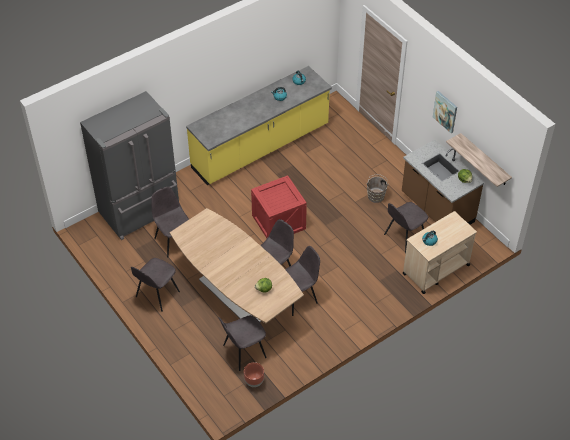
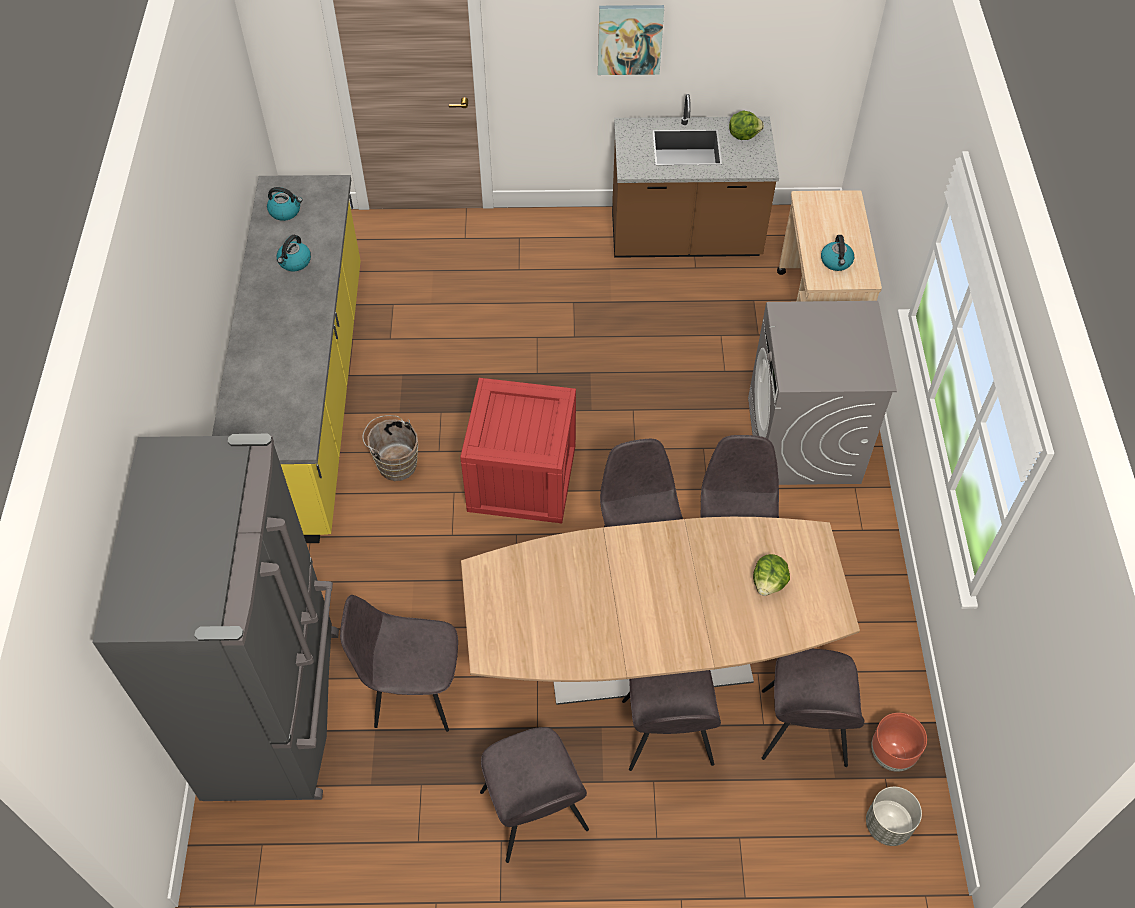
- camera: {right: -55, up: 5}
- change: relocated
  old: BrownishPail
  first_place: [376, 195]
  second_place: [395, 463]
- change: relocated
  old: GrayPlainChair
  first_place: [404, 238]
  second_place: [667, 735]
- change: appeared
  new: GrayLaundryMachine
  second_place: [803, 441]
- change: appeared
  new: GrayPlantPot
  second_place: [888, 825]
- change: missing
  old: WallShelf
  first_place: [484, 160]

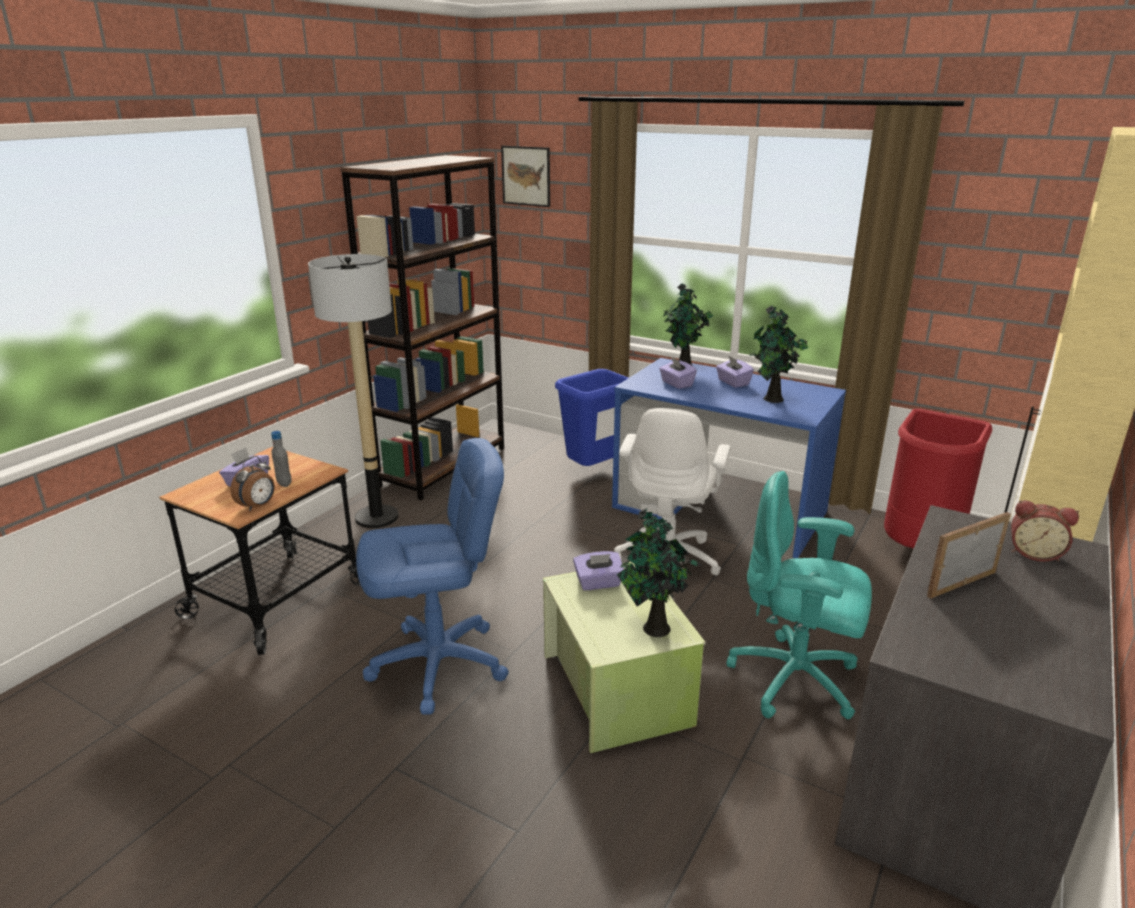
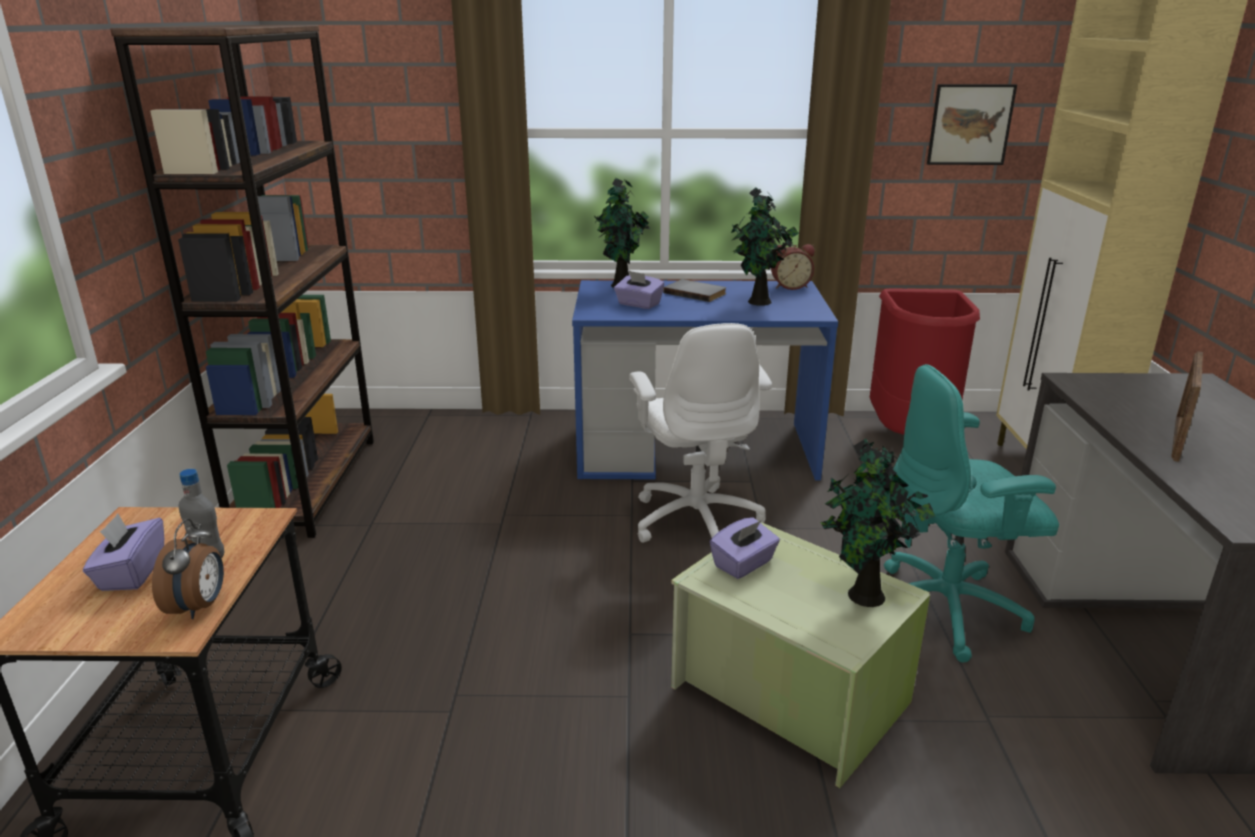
- camera: {right: -30, up: 0}
- change: exchanged
  old: PurplishTissueBox
  new: GrayBook
  first_place: [733, 382]
  second_place: [696, 293]
- change: relocated
  old: TableClock
  first_place: [1034, 553]
  second_place: [790, 286]
- change: relocated
  old: WallArt
  first_place: [526, 176]
  second_place: [970, 125]
- change: missing
  old: FloorLamp
  first_place: [377, 517]
- change: missing
  old: BlueColouredDeskChair
  first_place: [438, 664]
- change: missing
  old: BlueColouredTrashCan
  first_place: [592, 472]

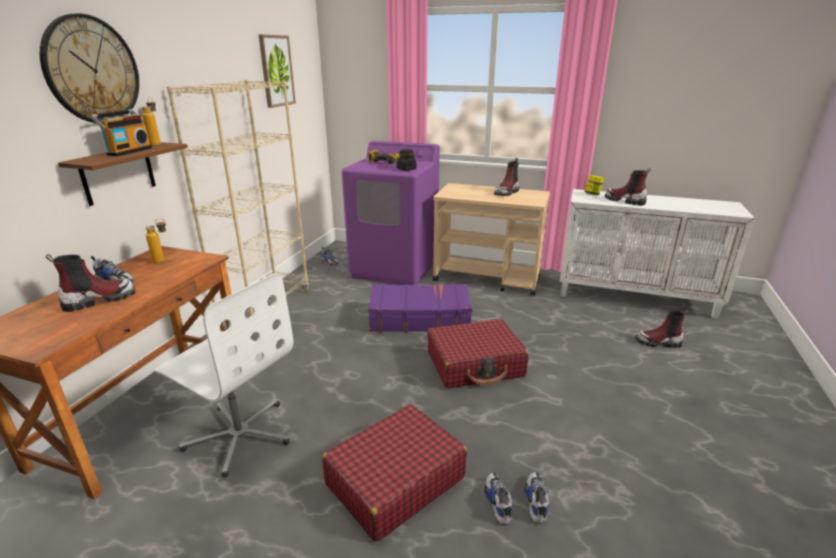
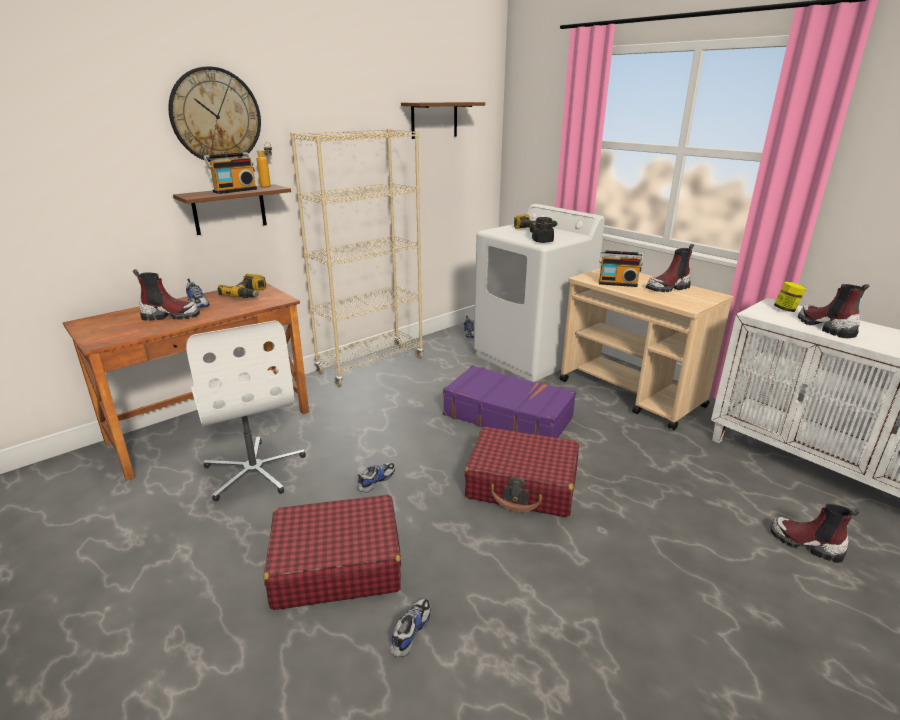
- camera: {right: 30, up: 0}
- change: exchanged
  old: BeverageBottle
  new: Drill
  first_place: [163, 261]
  second_place: [248, 294]
- change: relocated
  old: ItemOfFootwear
  first_place: [535, 501]
  second_place: [376, 480]
- change: exchanged
  old: WallArt
  new: BrownishWallShelf
  first_place: [276, 71]
  second_place: [434, 120]
- change: colour
  old: PurplishLaundryMachine
  new: WhiteColouredLaundryMachine
  first_place: [395, 268]
  second_place: [531, 356]
- change: appeared
  new: RadioSet
  second_place: [617, 283]

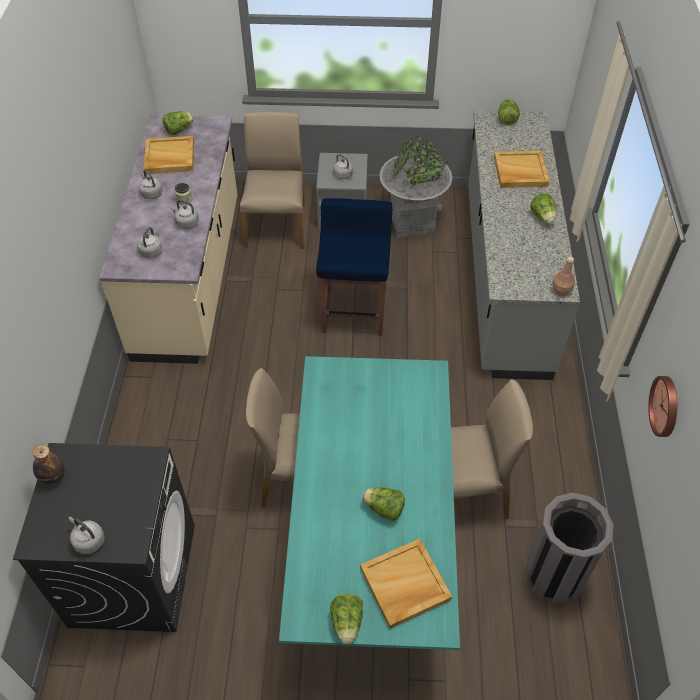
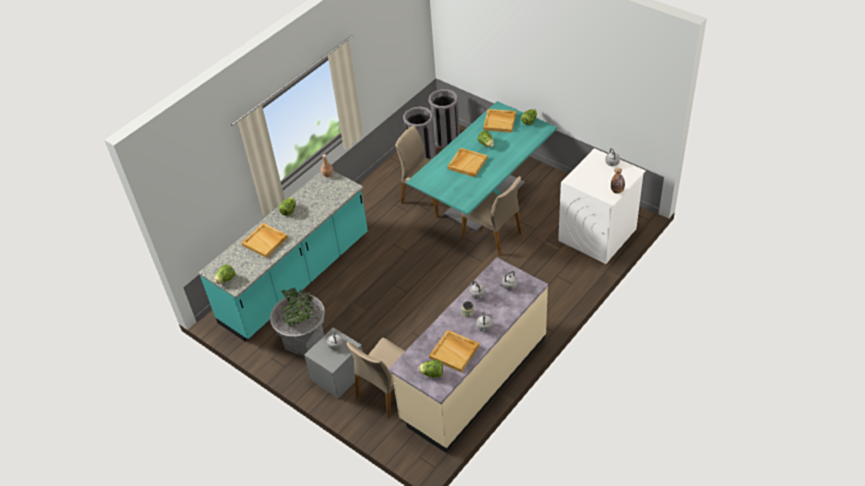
- camera: {right: -140, up: -5}
- change: colour
  old: GrayKitchenBaseUnit
  new: TurquoiseKitchenBaseUnit
  first_place: [504, 278]
  second_place: [296, 279]
- change: appeared
  new: GrayTrashCan
  second_place: [446, 139]
- change: appeared
  new: SandColouredCarryingTray
  second_place: [467, 163]
- change: colour
  old: BlackLaundryMachine
  new: WhiteColouredLaundryMachine
  first_place: [133, 573]
  second_place: [597, 235]
- change: missing
  old: BlueColouredStoolSeat
  first_place: [354, 311]
- change: missing
  old: HangingClock
  first_place: [666, 406]

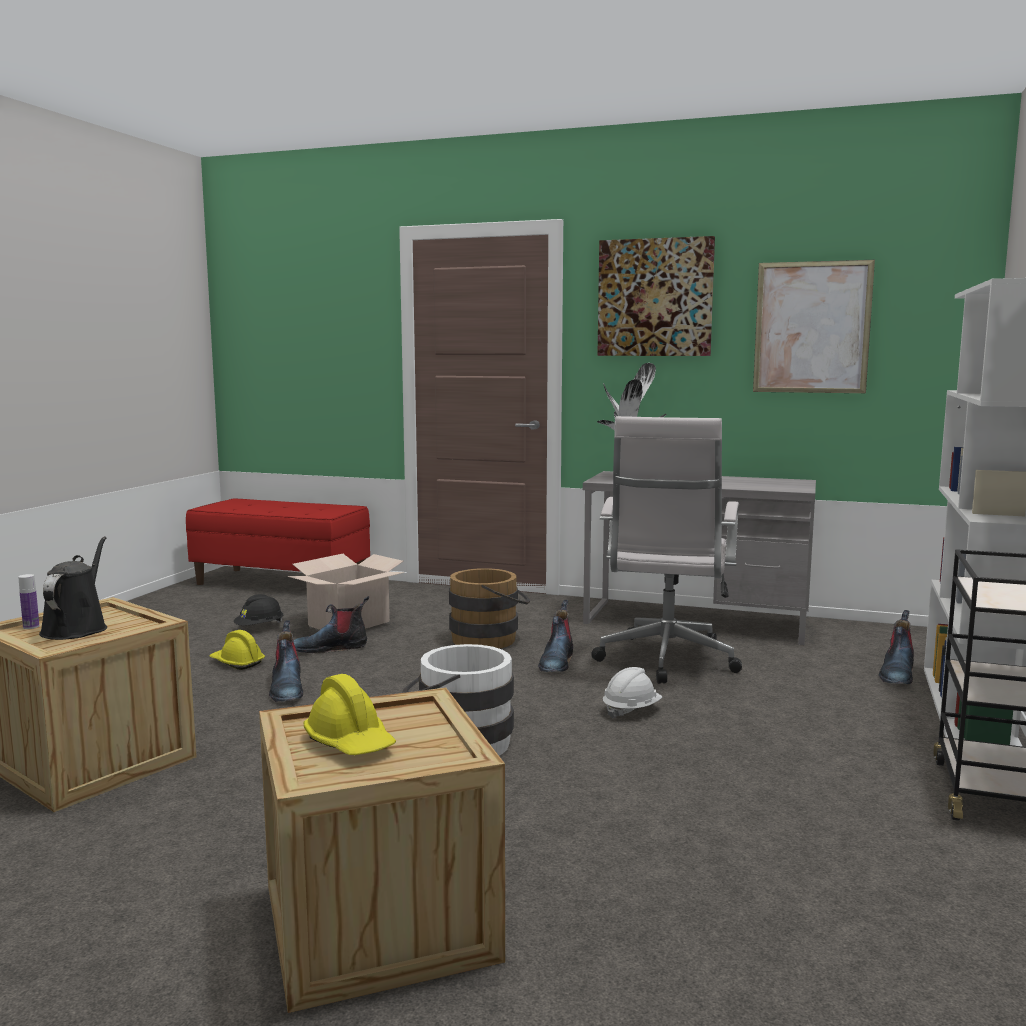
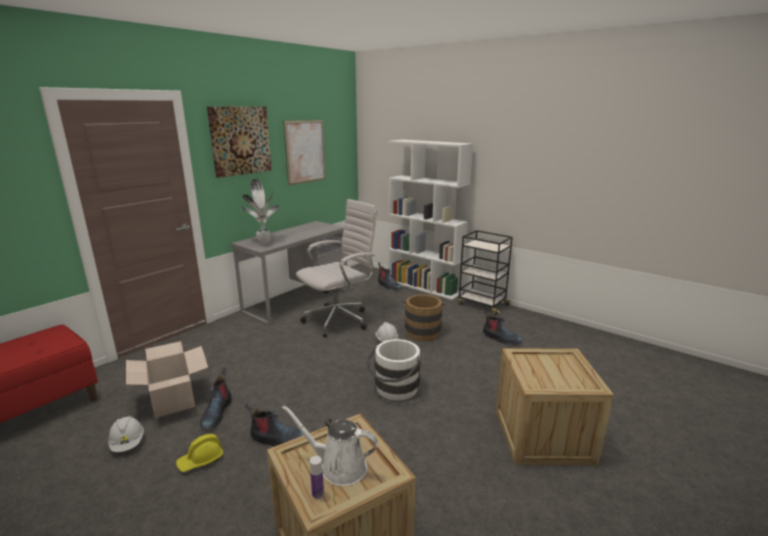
- camera: {right: -70, up: 10}
- change: colour
  old: BlackSafetyHelmet
  new: WhiteColouredSafetyHelmet
  first_place: [259, 628]
  second_place: [128, 443]
- change: colour
  old: BlackWateringPot
  new: WhiteColouredWateringPot
  first_place: [77, 628]
  second_place: [339, 466]
- change: spun
  old: WhiteColouredDeskChair
  first_place: [666, 661]
  second_place: [339, 320]
  degrees: -75
- change: relocated
  old: BrownishPail
  first_place: [490, 639]
  second_place: [422, 331]
- change: relocated
  old: TallBoot
  first_place: [556, 662]
  second_place: [500, 338]
- change: missing
  old: YellowishSafetyHelmet
  first_place: [350, 742]

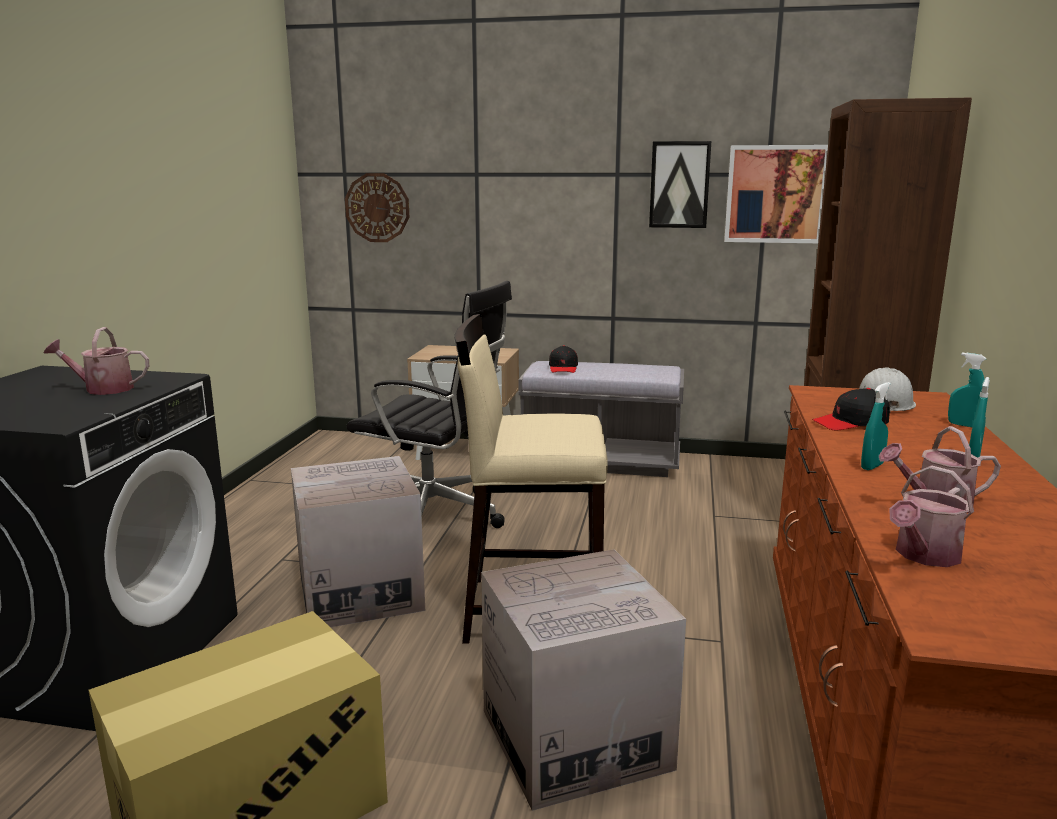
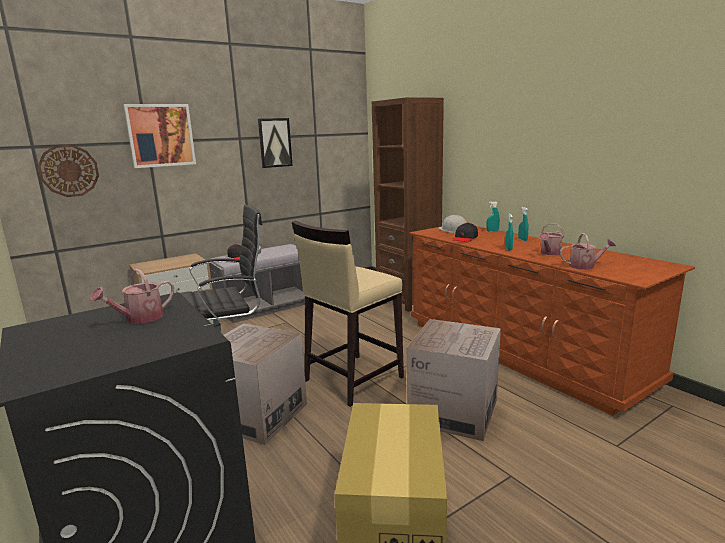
- camera: {right: -45, up: 0}
- change: relocated
  old: WallArt
  first_place: [775, 194]
  second_place: [160, 135]
- change: spun
  old: WateringPot
  first_place: [924, 556]
  second_place: [585, 266]
  degrees: -90

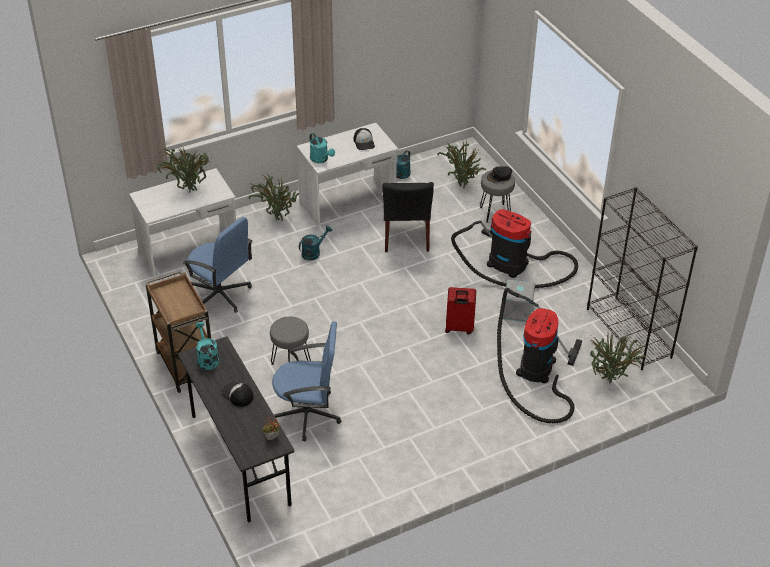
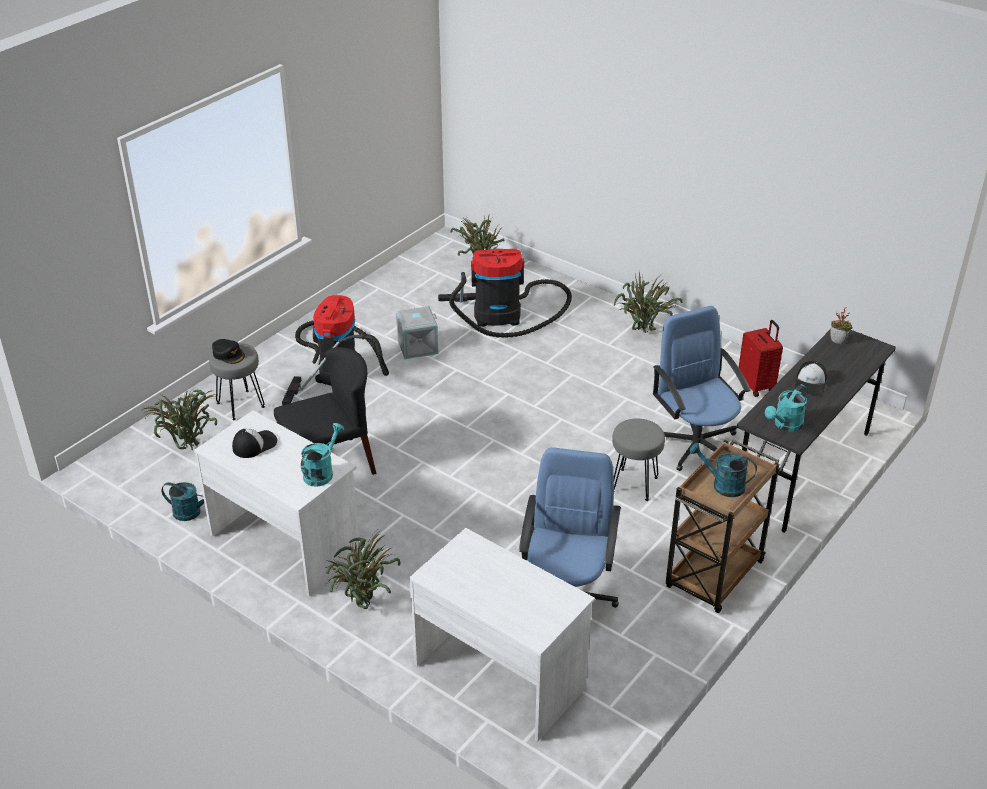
- camera: {right: -115, up: -5}
- change: relocated
  old: Houseplant
  first_place: [188, 190]
  second_place: [642, 334]
- change: relocated
  old: TurquoiseWateringPot
  first_place: [313, 252]
  second_place: [722, 485]
- change: relocated
  old: RedPieceOfLuggage
  first_place: [459, 328]
  second_place: [757, 385]
- change: missing
  old: BlackBookcase
  first_place: [629, 333]

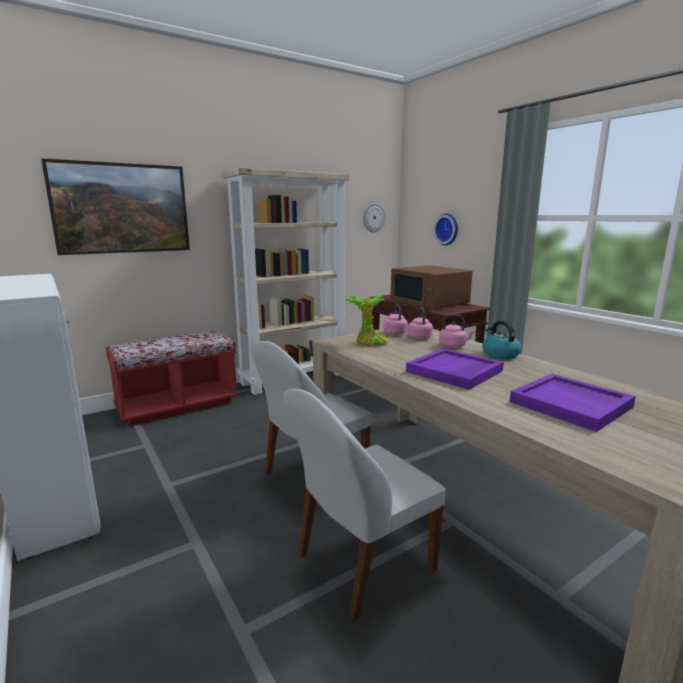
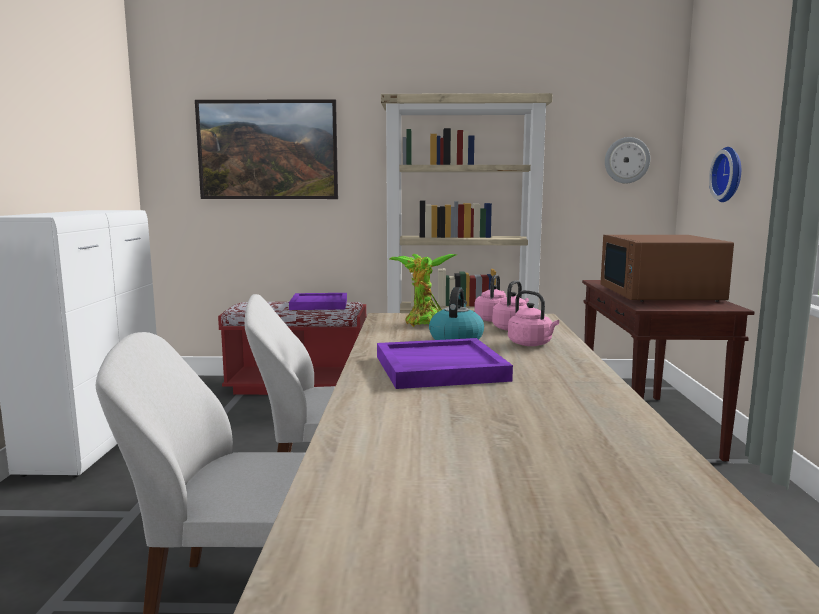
- camera: {right: 35, up: -5}
- change: relocated
  old: PurplishCarryingTray
  first_place: [572, 404]
  second_place: [319, 304]
- change: relocated
  old: WaterKettle
  first_place: [499, 354]
  second_place: [456, 339]

